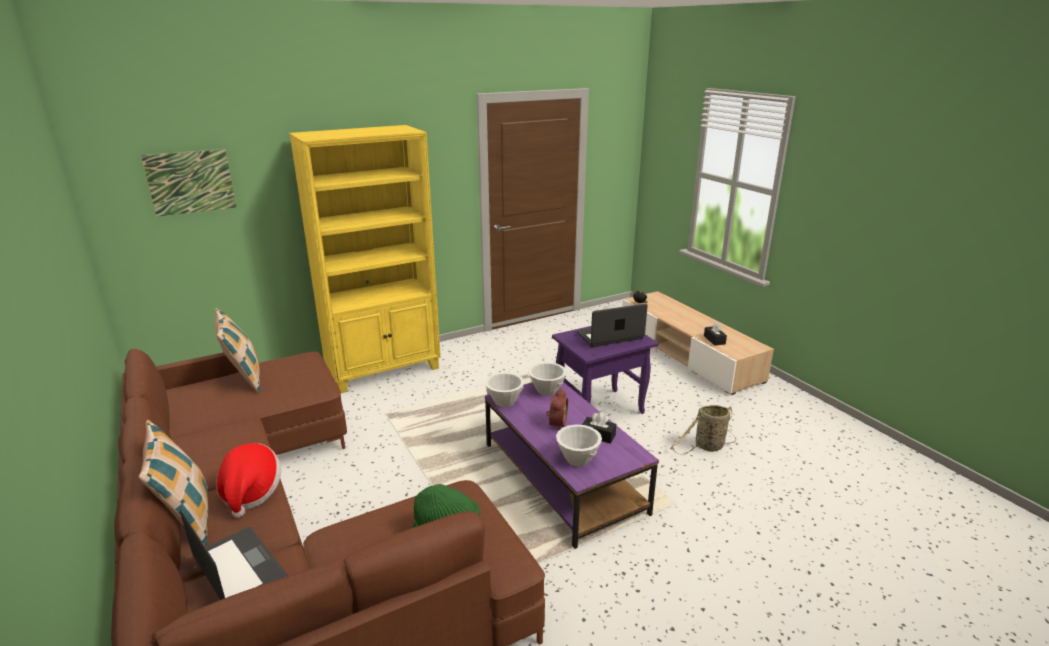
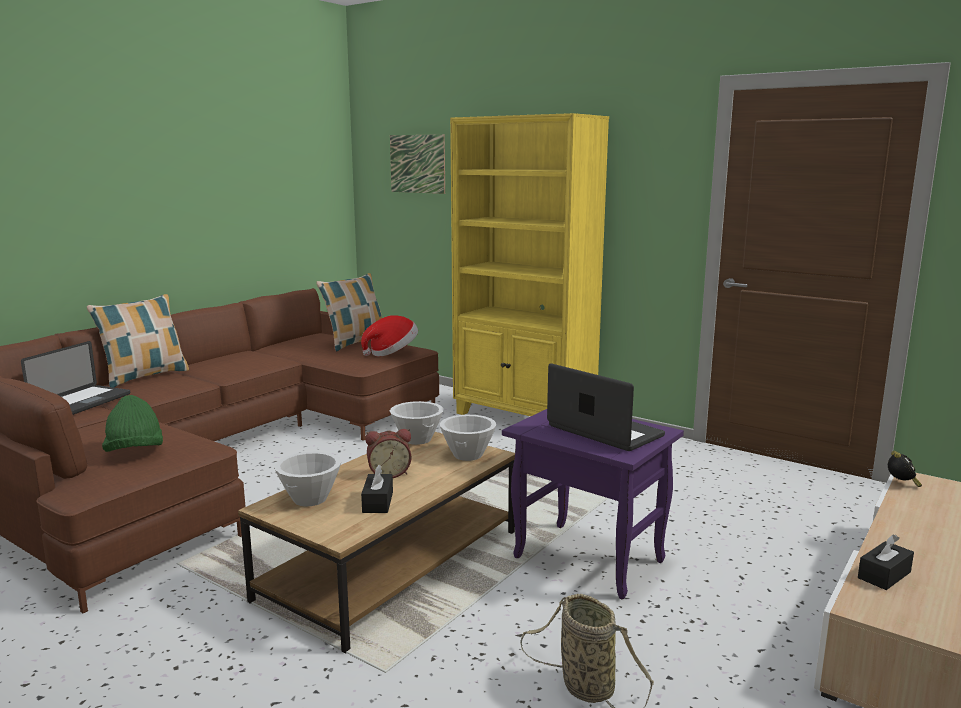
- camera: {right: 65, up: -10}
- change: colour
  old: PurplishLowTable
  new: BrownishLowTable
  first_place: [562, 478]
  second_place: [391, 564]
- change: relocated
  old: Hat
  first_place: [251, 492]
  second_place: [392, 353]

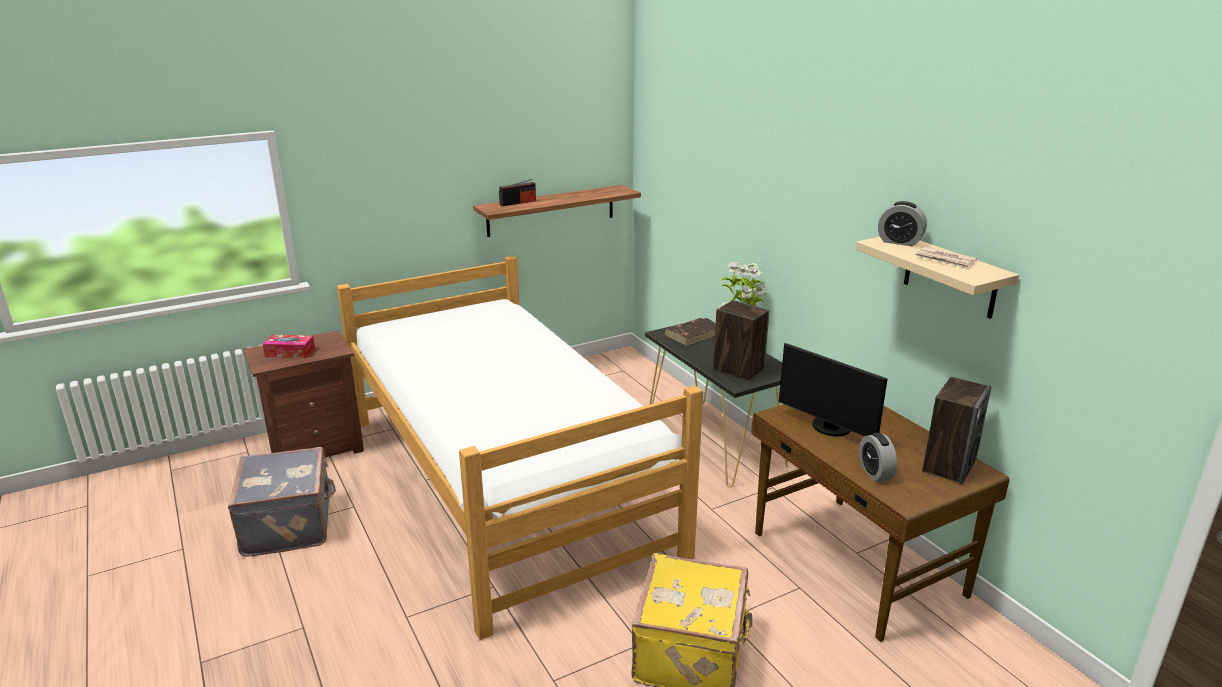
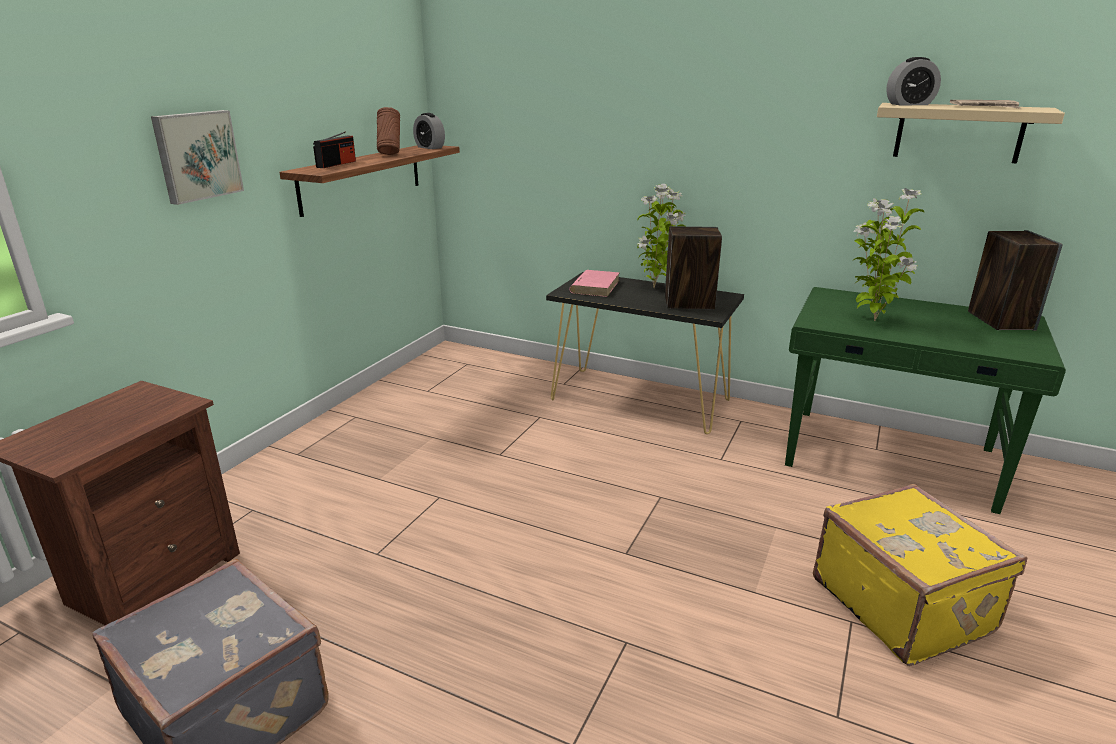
- camera: {right: -35, up: 0}
- change: appeared
  new: WallArt
  second_place: [197, 155]
- change: appeared
  new: BrownishFlowerVase
  second_place: [390, 154]
- change: relocated
  old: TableClock
  first_place: [875, 473]
  second_place: [430, 147]
- change: colour
  old: BrownishBook
  new: PinkBook
  first_place: [693, 334]
  second_place: [595, 286]
- change: colour
  old: BrownishDeskUnit
  new: GreenishDeskUnit
  first_place: [856, 565]
  second_place: [891, 459]
- change: exchanged
  old: ComputerScreen
  new: Houseplant
  first_place: [829, 428]
  second_place: [872, 320]
- change: missing
  old: TissueBox
  first_place: [290, 352]
- change: missing
  old: BedroomBed
  first_place: [505, 482]

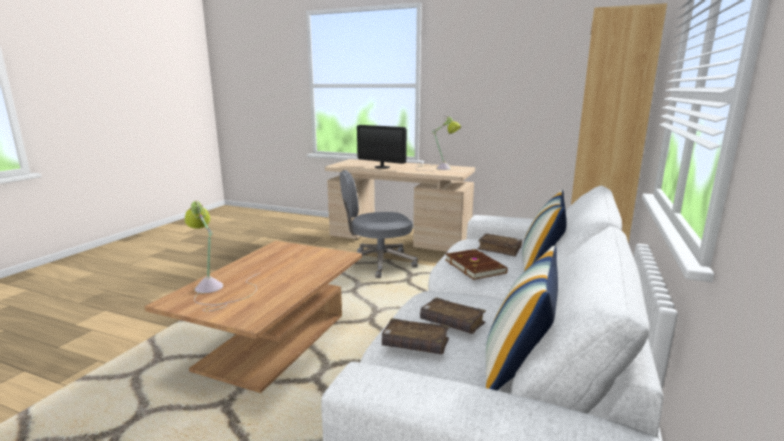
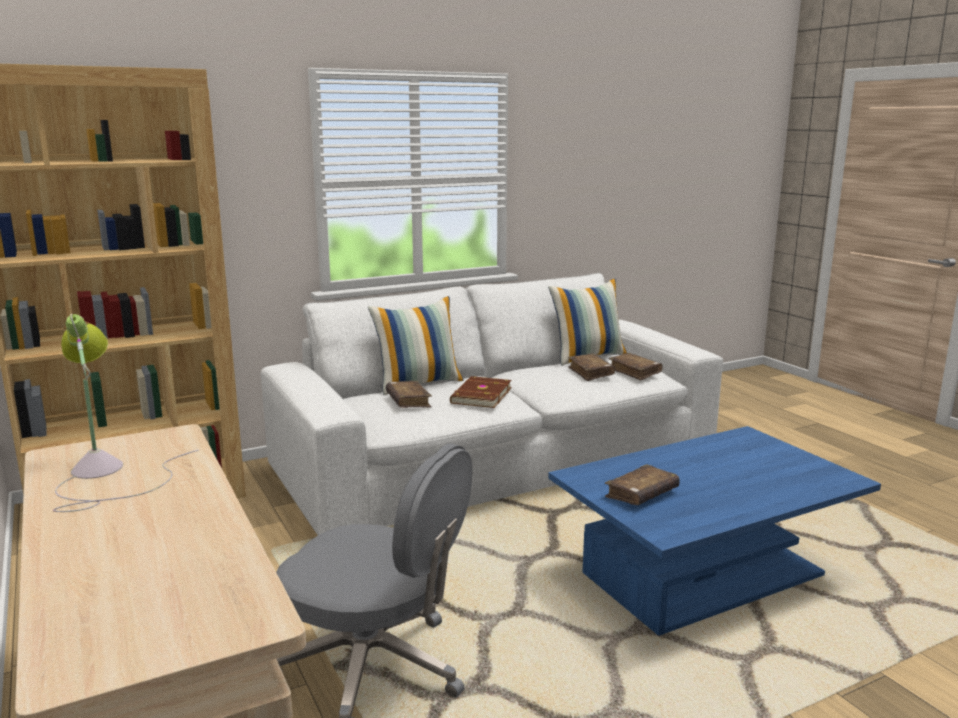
- camera: {right: -140, up: 0}
- change: colour
  old: BrownishLowTable
  new: BlueColouredLowTable
  first_place: [273, 341]
  second_place: [703, 575]
- change: appeared
  new: BrownishBook
  second_place: [641, 494]
- change: missing
  old: TabletopLamp
  first_place: [217, 289]
- change: missing
  old: ComputerScreen
  first_place: [382, 167]

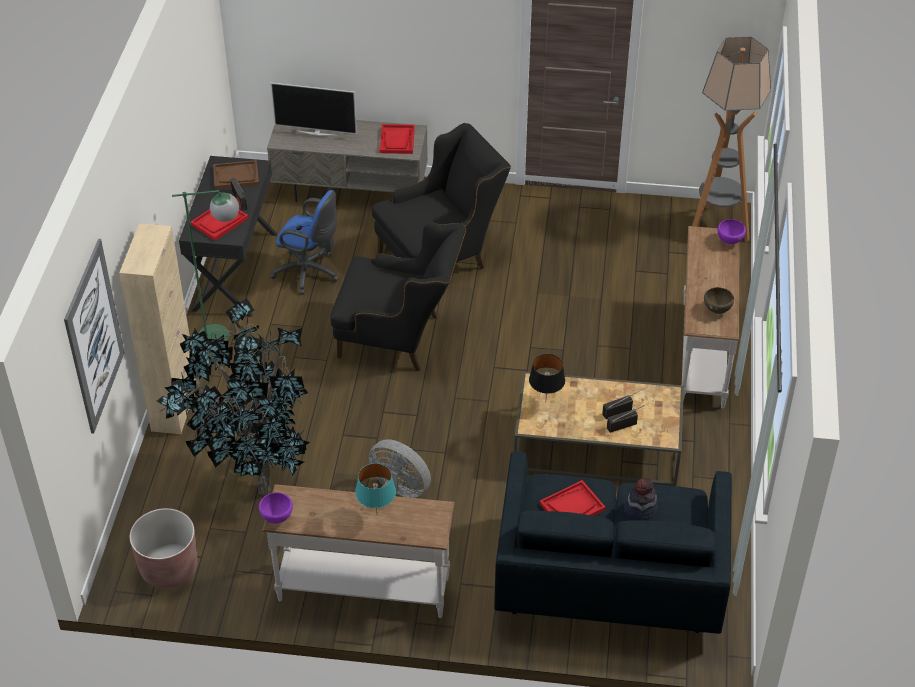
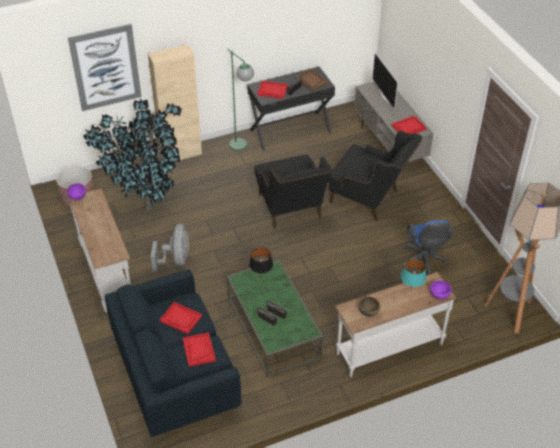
- camera: {right: 60, up: 0}
- change: exchanged
  old: Hat
  new: RedCarryingTray
  first_place: [640, 509]
  second_place: [198, 350]
- change: colour
  old: BrownishLowTable
  new: GreenishLowTable
  first_place: [597, 446]
  second_place: [273, 327]
- change: relocated
  old: TurquoiseTabletopLamp
  first_place: [377, 515]
  second_place: [410, 292]
- change: relocated
  old: BlueColouredDeskChair
  first_place: [309, 273]
  second_place: [424, 262]

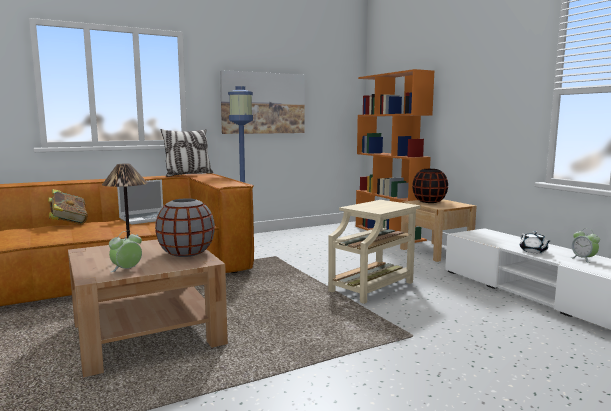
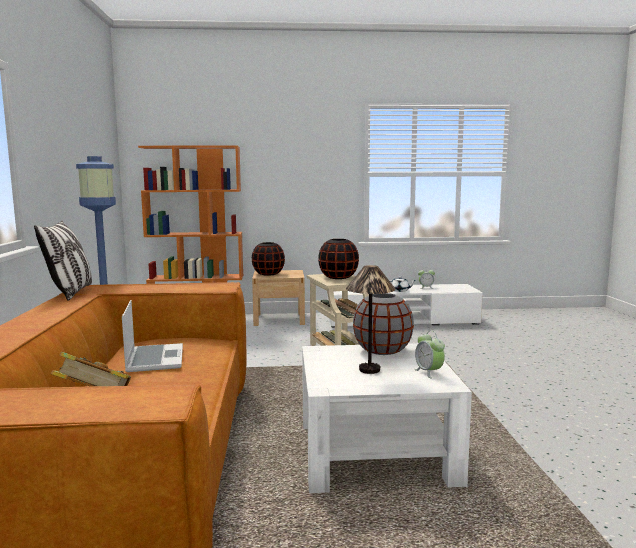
- camera: {right: -65, up: 0}
- change: colour
  old: BrownishLowTable
  new: WhiteColouredLowTable
  first_place: [147, 333]
  second_place: [375, 452]
- change: appeared
  new: BlackFlowerVase
  second_place: [338, 277]
- change: missing
  old: WallArt
  first_place: [263, 103]

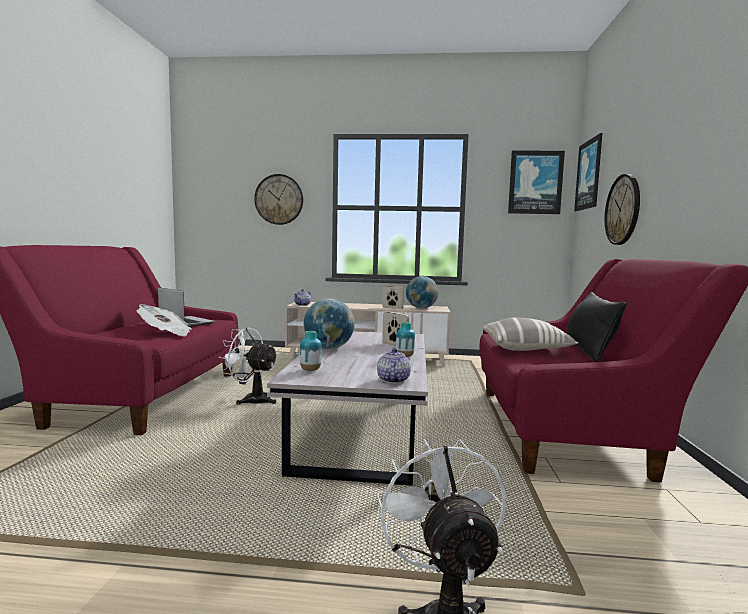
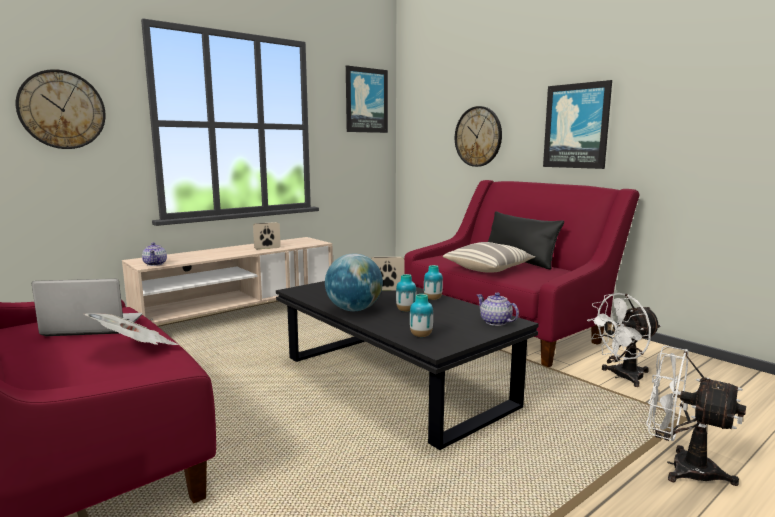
- camera: {right: -45, up: 5}
- change: colour
  old: WhiteColouredLowTable
  new: BlackLowTable
  first_place: [362, 427]
  second_place: [394, 382]
- change: appeared
  new: FlowerVase
  second_place: [406, 310]
- change: relocated
  old: WallArt
  first_place: [589, 175]
  second_place: [576, 126]
- change: relocated
  old: WhiteColouredCoolingFan
  first_place: [251, 400]
  second_place: [622, 377]
- change: missing
  old: WorldGlobe
  first_place: [421, 308]

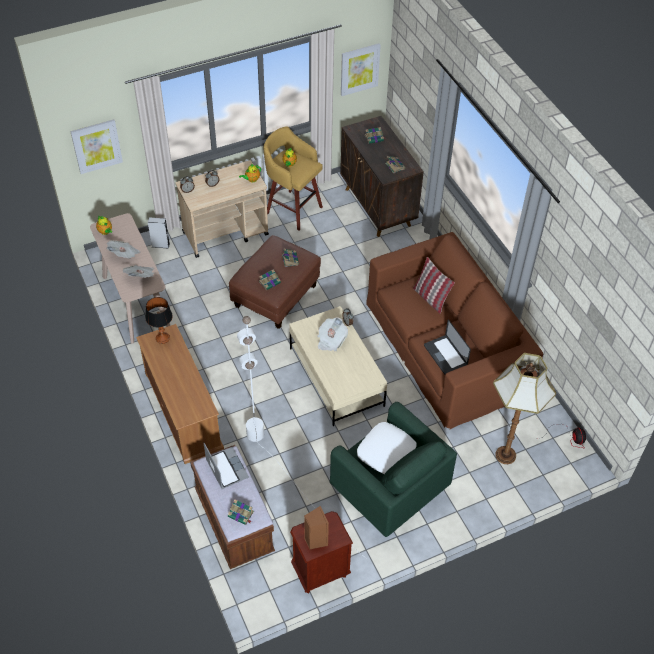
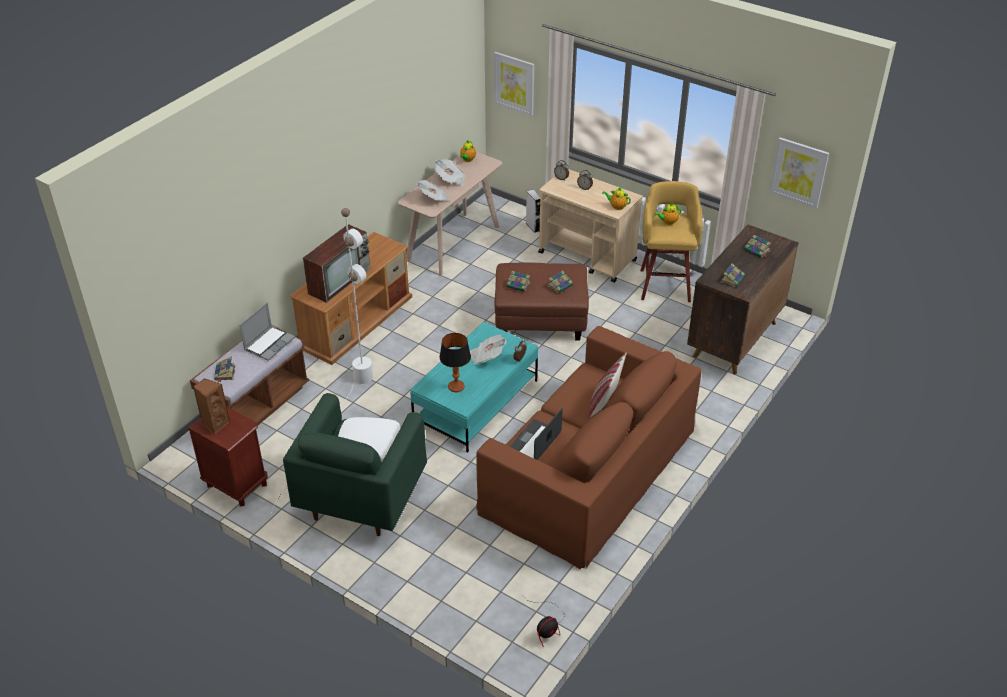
- camera: {right: 60, up: -10}
- change: appeared
  new: Television
  second_place: [340, 280]
- change: colour
  old: SandColouredLowTable
  new: TurquoiseLowTable
  first_place: [336, 377]
  second_place: [476, 403]
- change: relocated
  old: TabletopLamp
  first_place: [162, 338]
  second_place: [456, 386]
- change: missing
  old: FloorLamp
  first_place: [505, 454]

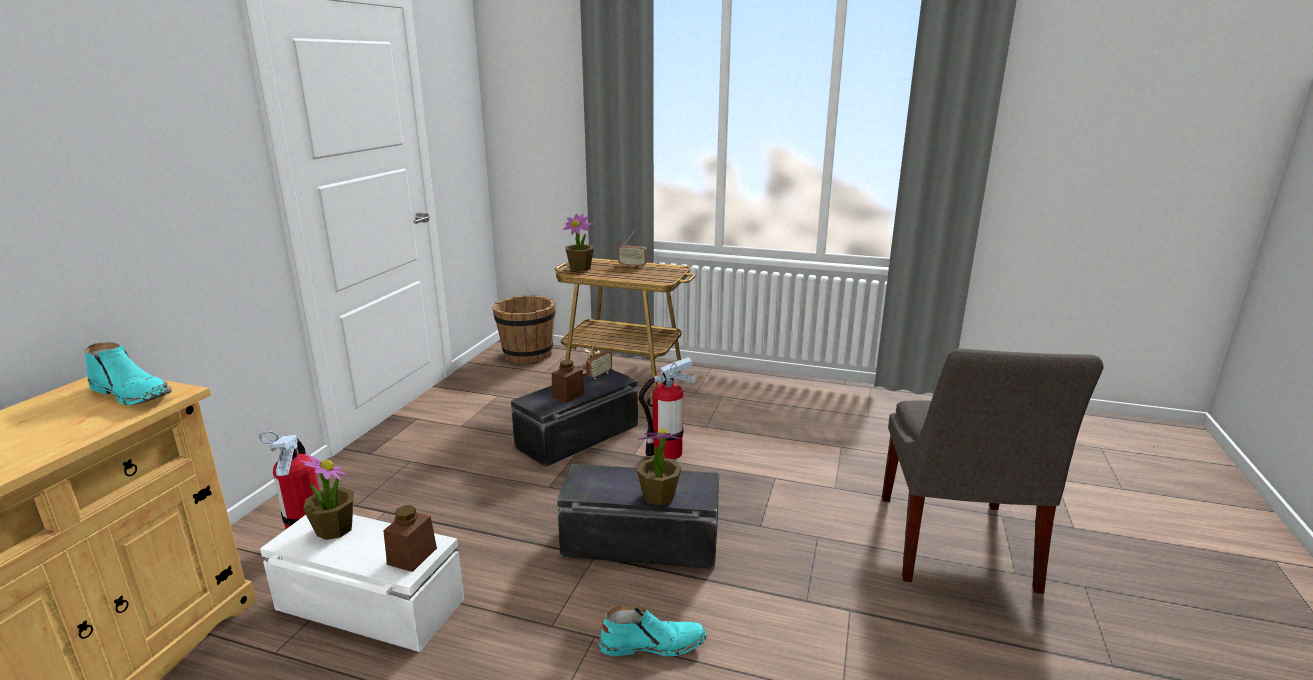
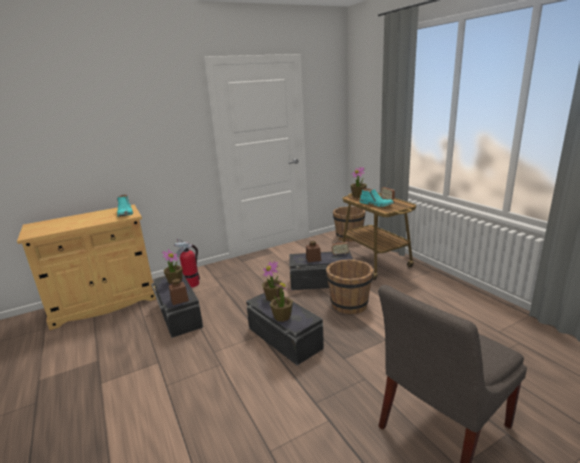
- camera: {right: 45, up: 0}
- change: colour
  old: WhiteColouredStorageContainer
  new: BlackStorageContainer
  first_place: [369, 606]
  second_place: [178, 315]
- change: appeared
  new: Houseplant
  second_place: [273, 297]
- change: exchanged
  old: Extinguisher
  new: BrownishPail
  first_place: [667, 452]
  second_place: [349, 304]
- change: relocated
  old: TurquoiseTallBoot
  first_place: [652, 643]
  second_place: [376, 204]

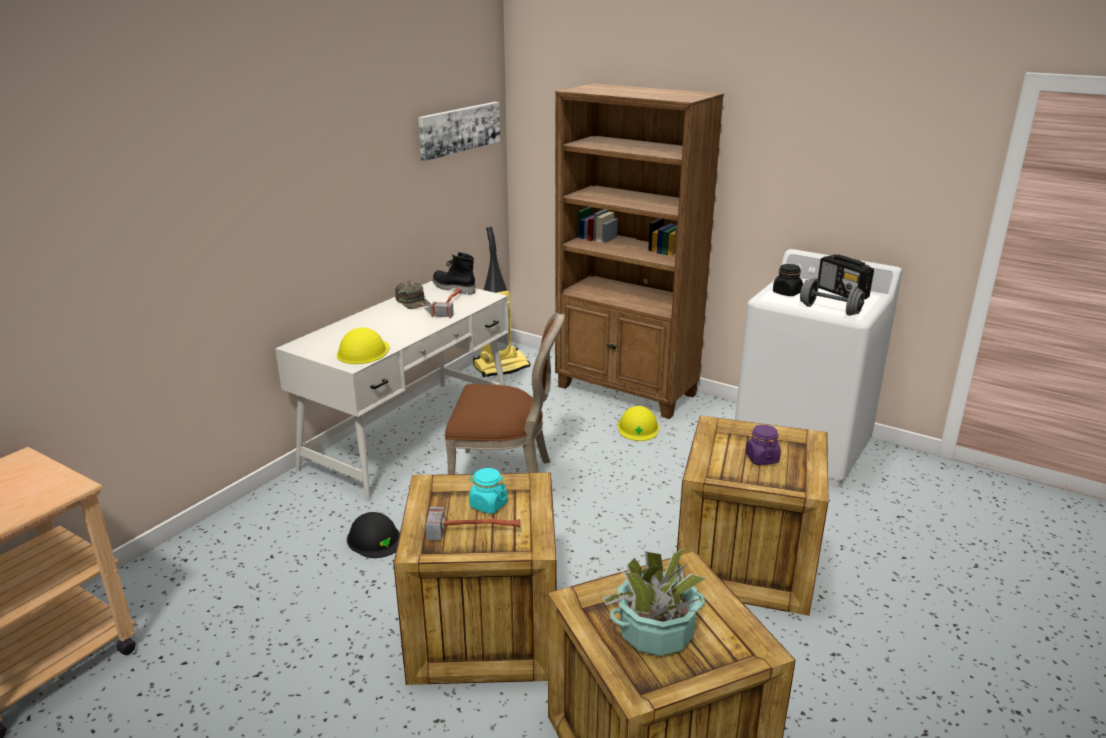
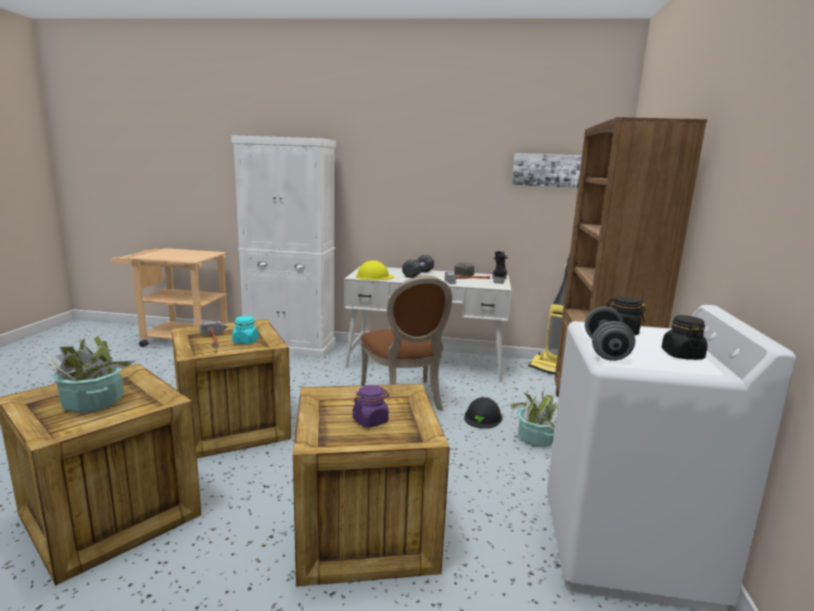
- camera: {right: 65, up: -10}
- change: appeared
  new: WhiteColouredCupboard
  second_place: [290, 347]
- change: appeared
  new: BlackDumbbell
  second_place: [418, 274]
- change: relocated
  old: BlackSafetyHelmet
  first_place: [375, 539]
  second_place: [483, 417]
- change: exchanged
  old: YellowishSafetyHelmet
  new: Houseplant
  first_place: [638, 428]
  second_place: [536, 438]
- change: exchanged
  old: RadioSet
  new: BlackJar
  first_place: [842, 293]
  second_place: [681, 355]

